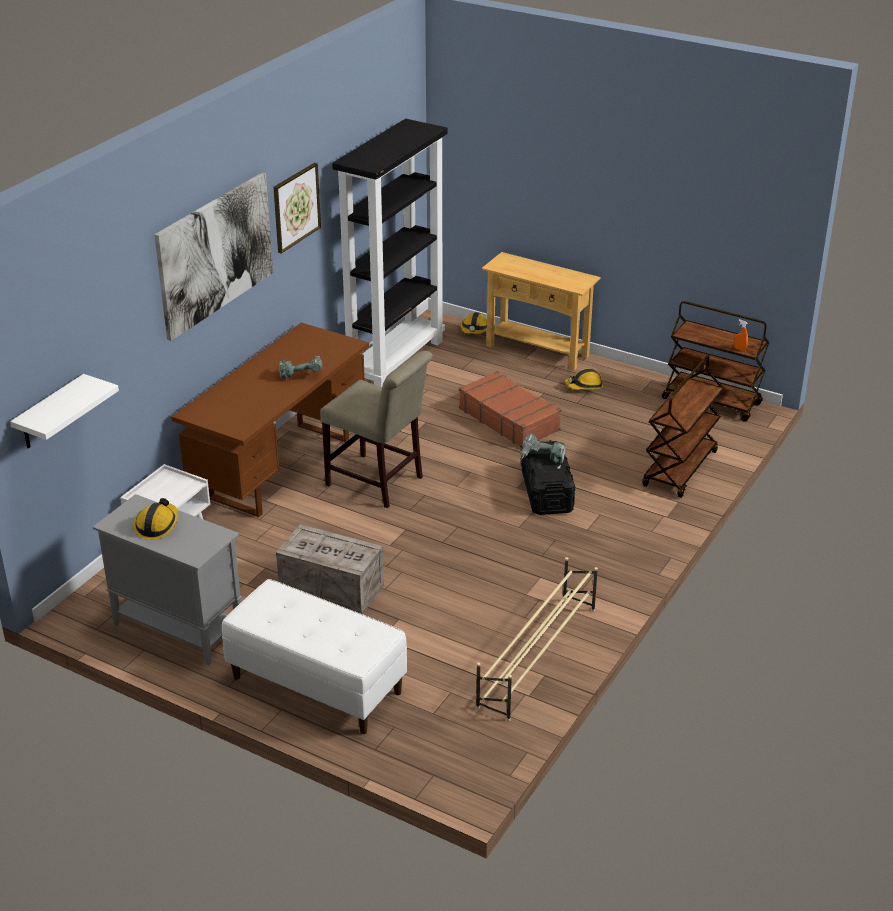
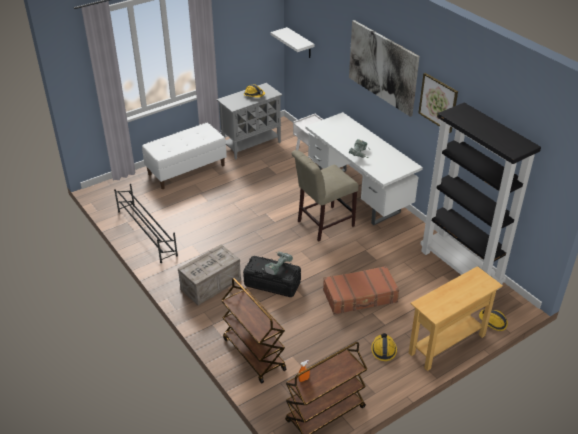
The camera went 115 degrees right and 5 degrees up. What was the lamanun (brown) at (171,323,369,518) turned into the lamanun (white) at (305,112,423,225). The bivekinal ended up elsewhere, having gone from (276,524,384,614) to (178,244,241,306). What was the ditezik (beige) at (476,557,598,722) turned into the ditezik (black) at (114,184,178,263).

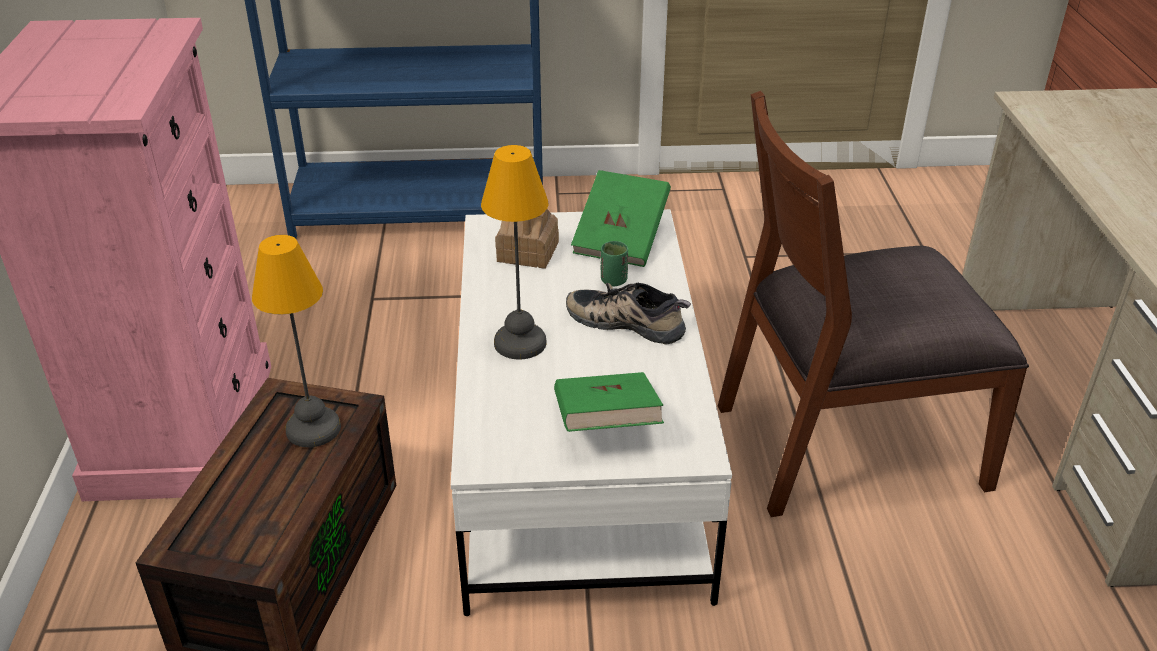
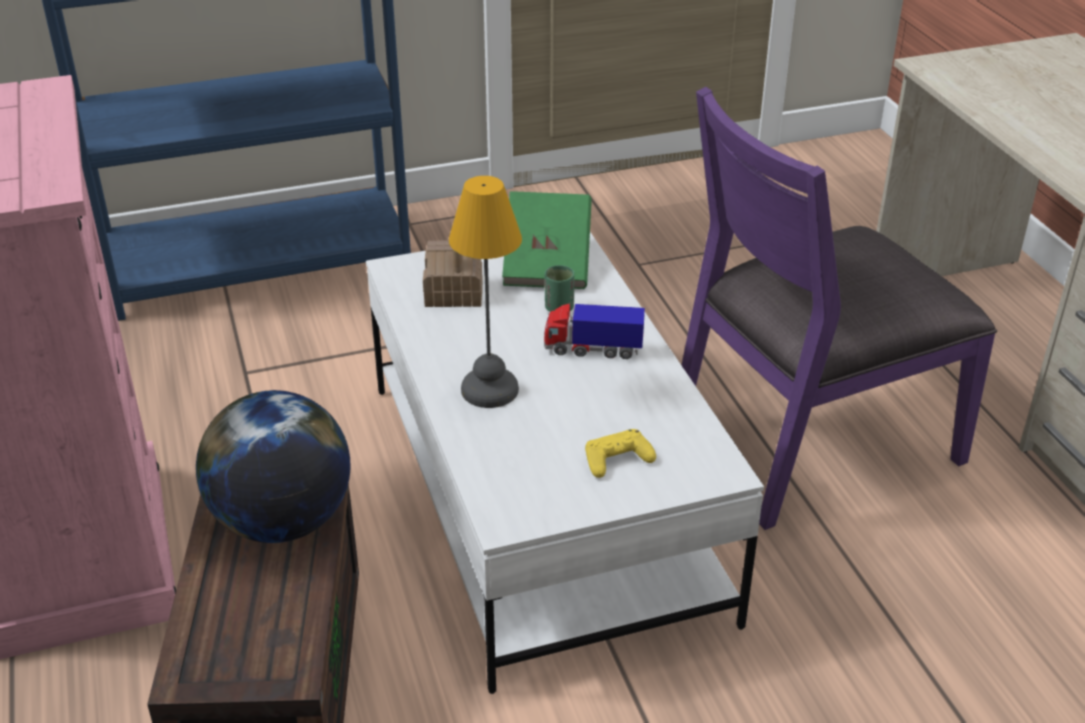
The camera went 15 degrees left and 0 degrees up. What was the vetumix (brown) at (718,91,1029,517) turned into the vetumix (purple) at (682,87,997,530). Where the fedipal stood at (252,235,341,447), the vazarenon came to stand at (196,390,351,543). Where the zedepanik stood at (566,282,691,344), the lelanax came to stand at (544,303,645,359). Where the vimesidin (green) stood at (554,372,664,432), the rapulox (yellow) came to stand at (585,429,656,478).

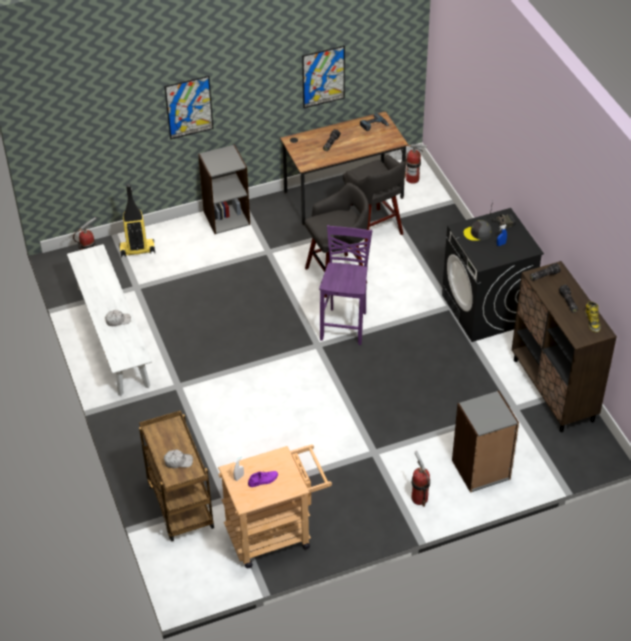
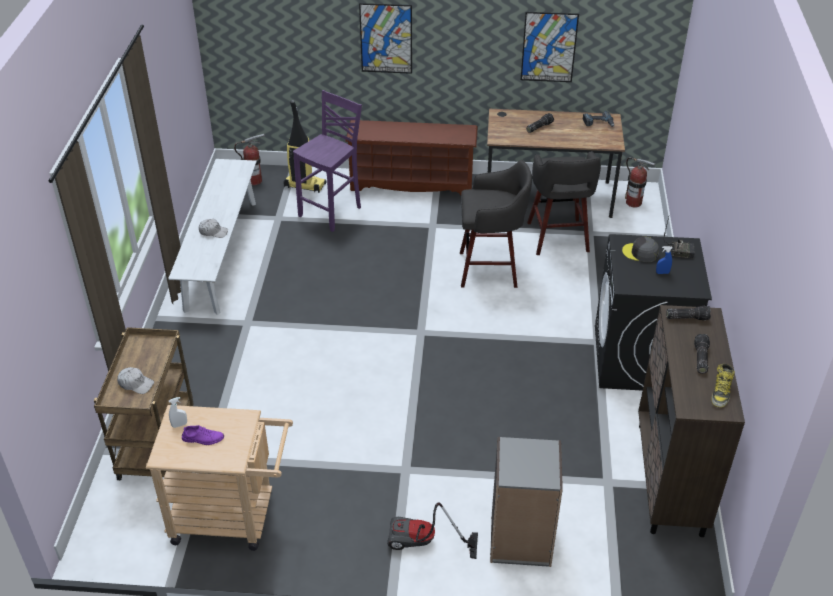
The camera went 25 degrees right and 5 degrees down. Where the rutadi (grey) stood at (198,145,250,234), the ditezik (brown) came to stand at (345,120,478,195). The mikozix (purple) ended up elsewhere, having gone from (319,225,373,345) to (293,90,362,232). Where the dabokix stood at (412,451,430,507), the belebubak came to stand at (387,502,478,559).

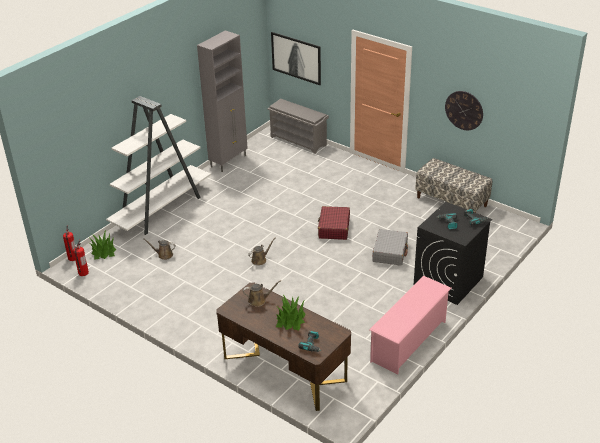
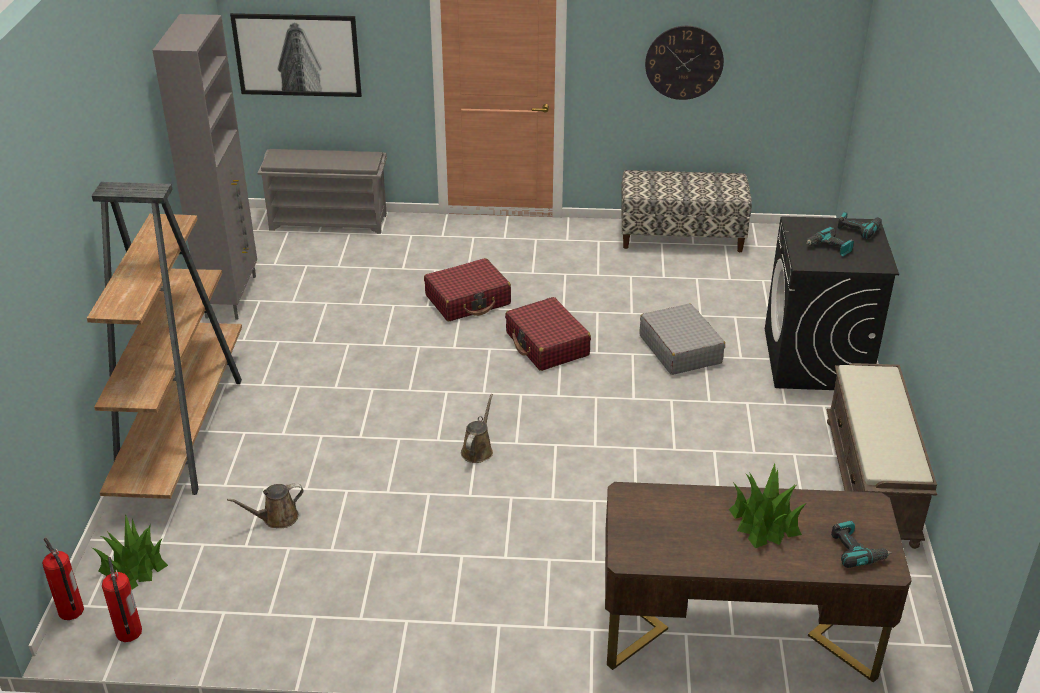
The camera went 35 degrees left and 0 degrees up. What was the rutadi (white) at (106,96,211,235) turned into the rutadi (brown) at (87,182,242,499). Where the ditezik (pink) stood at (369,276,452,375), the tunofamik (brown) came to stand at (827,363,937,549). The second view lost the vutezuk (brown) at (243,280,281,307). The second view gained the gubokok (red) at (424,258,511,321).

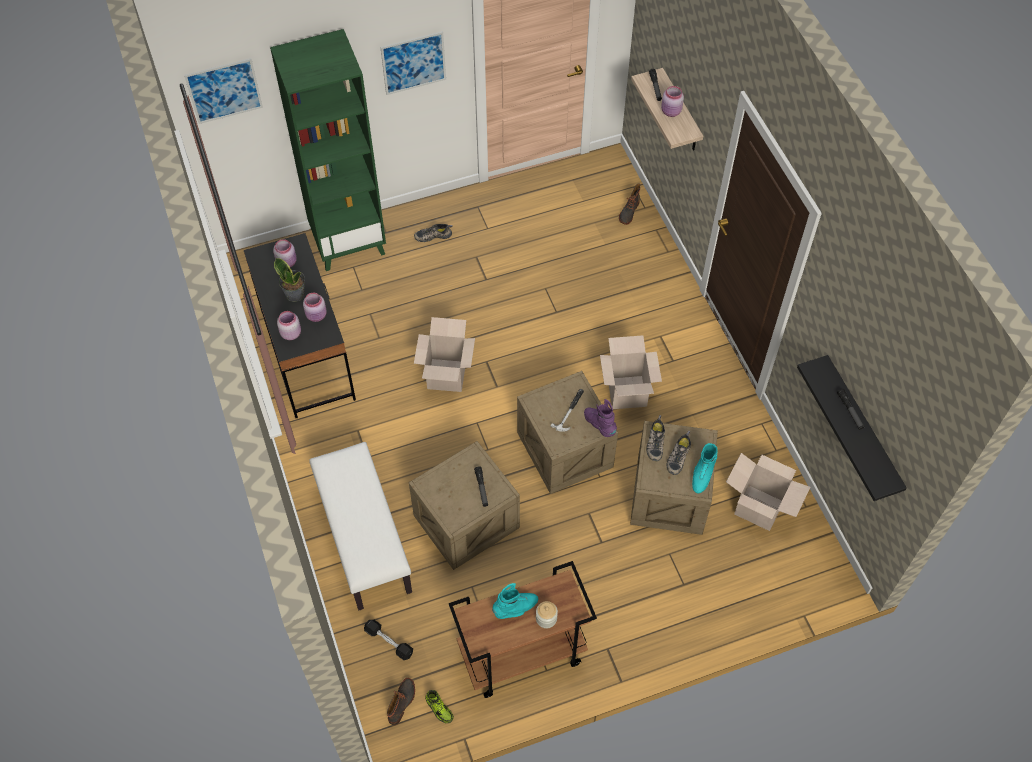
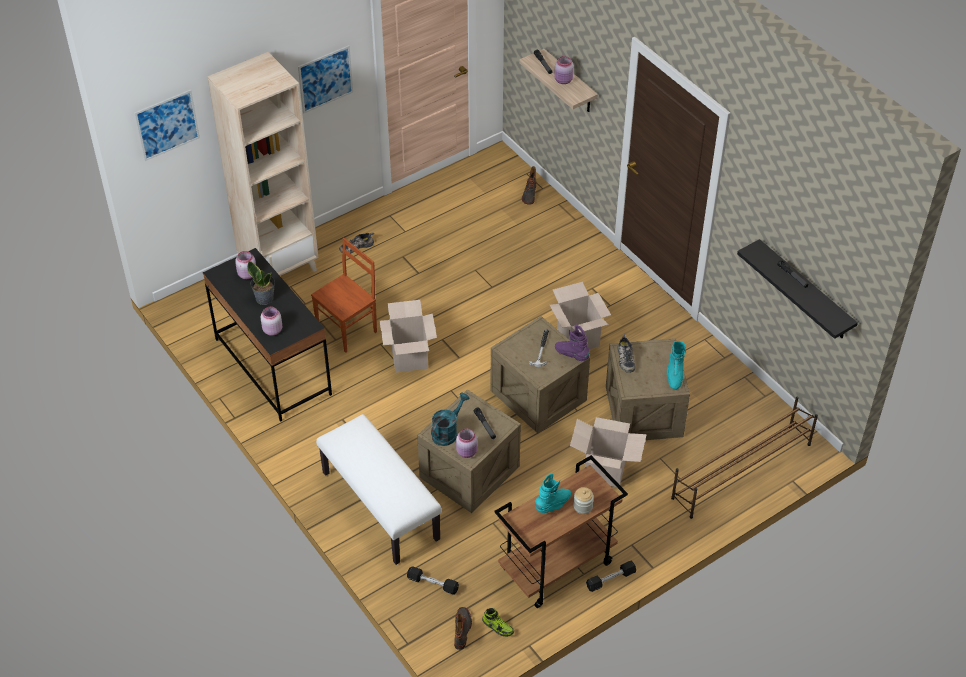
The camera went 15 degrees left and 10 degrees down. What was the rutadi (green) at (270,29,386,271) turned into the rutadi (beige) at (208,52,318,276). The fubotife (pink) ended up elsewhere, having gone from (303,293,327,322) to (456,429,477,458). The second view lost the zedepanik at (667,431,691,475). The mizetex ended up elsewhere, having gone from (726,453,811,531) to (570,417,647,487). The second view gained the vetumix (brown) at (311,238,377,353). The second view gained the vutezuk (turquoise) at (431,392,470,446). The second view gained the ditezik (brown) at (671,397,818,519). The second view gained the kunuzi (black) at (586,561,636,592).

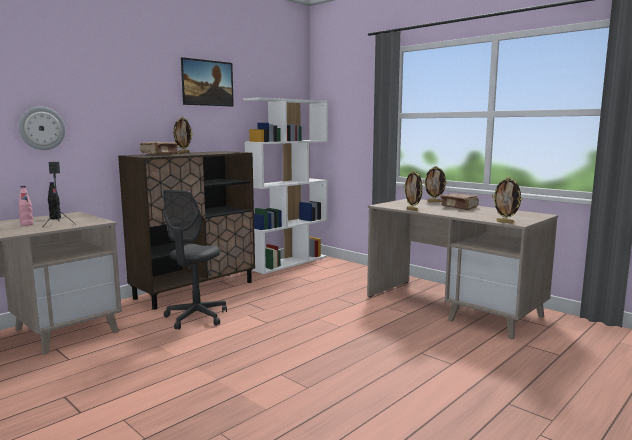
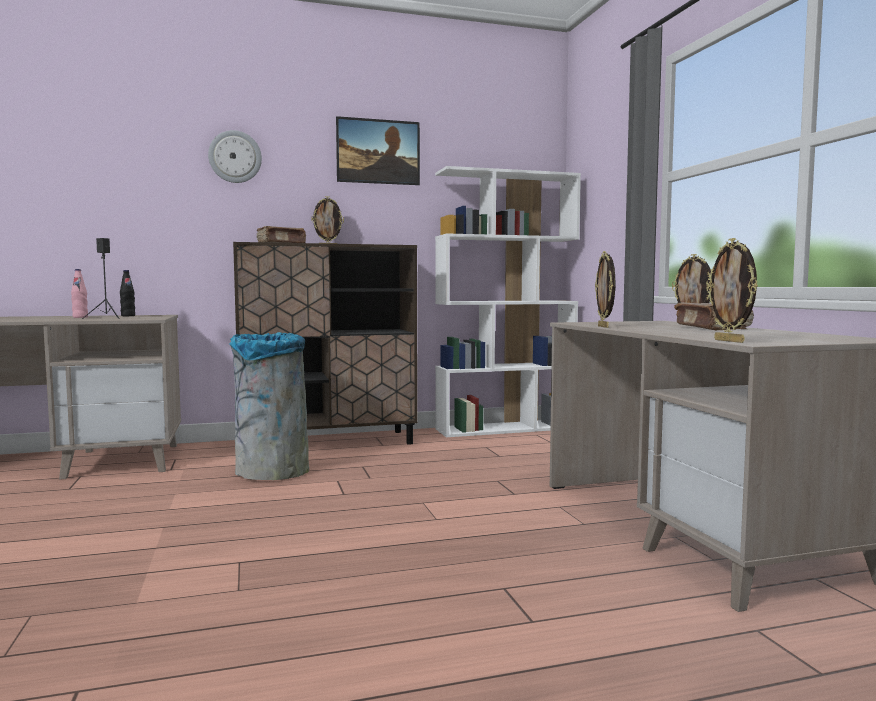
The camera went 30 degrees right and 5 degrees down. The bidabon ended up elsewhere, having gone from (19,107,65,150) to (208,130,262,183). Where the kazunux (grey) stood at (163,190,227,330), the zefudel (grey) came to stand at (229,332,309,480).

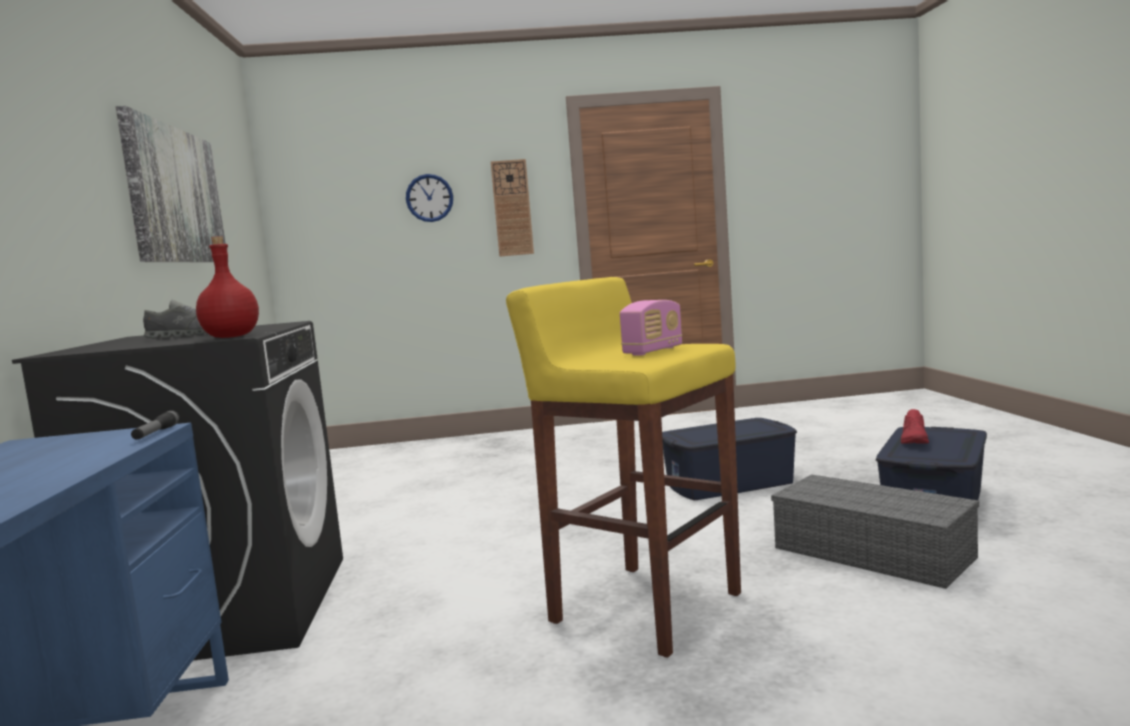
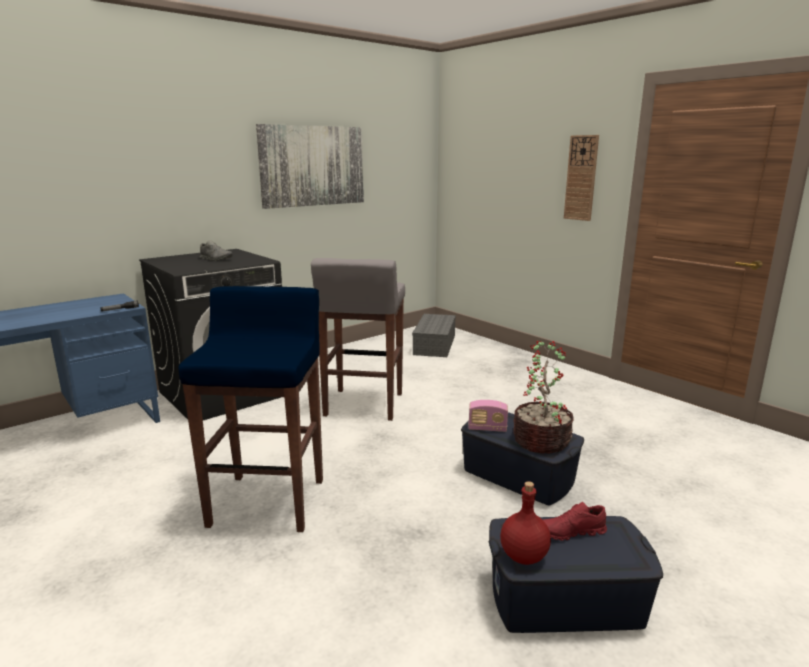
The camera went 55 degrees right and 10 degrees up. The second view lost the bidabon at (406,174,453,222). The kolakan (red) ended up elsewhere, having gone from (196,236,259,338) to (500,481,551,565). What was the mikozix (yellow) at (506,277,741,658) turned into the mikozix (blue) at (179,286,323,532). The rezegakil ended up elsewhere, having gone from (620,300,682,356) to (468,400,508,432). The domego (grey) ended up elsewhere, having gone from (771,474,979,589) to (412,314,456,357). The second view gained the mikozix (grey) at (311,258,405,421). The second view gained the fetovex at (513,341,574,454).

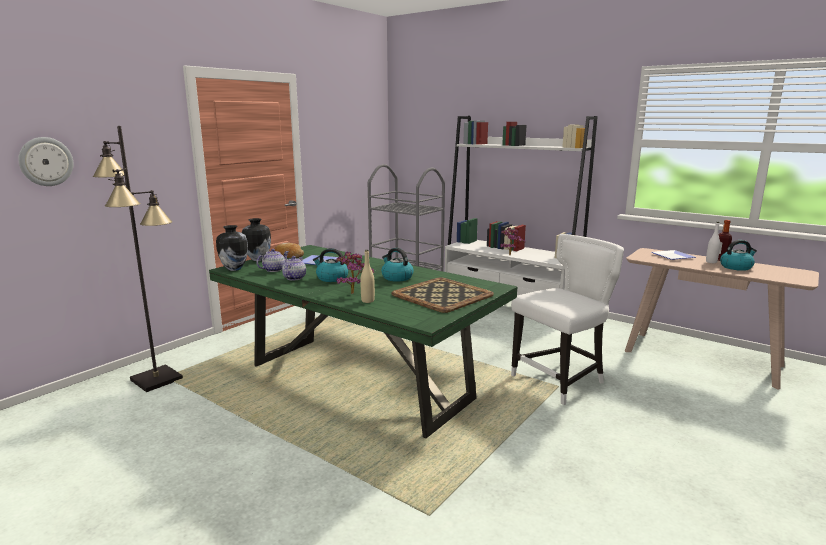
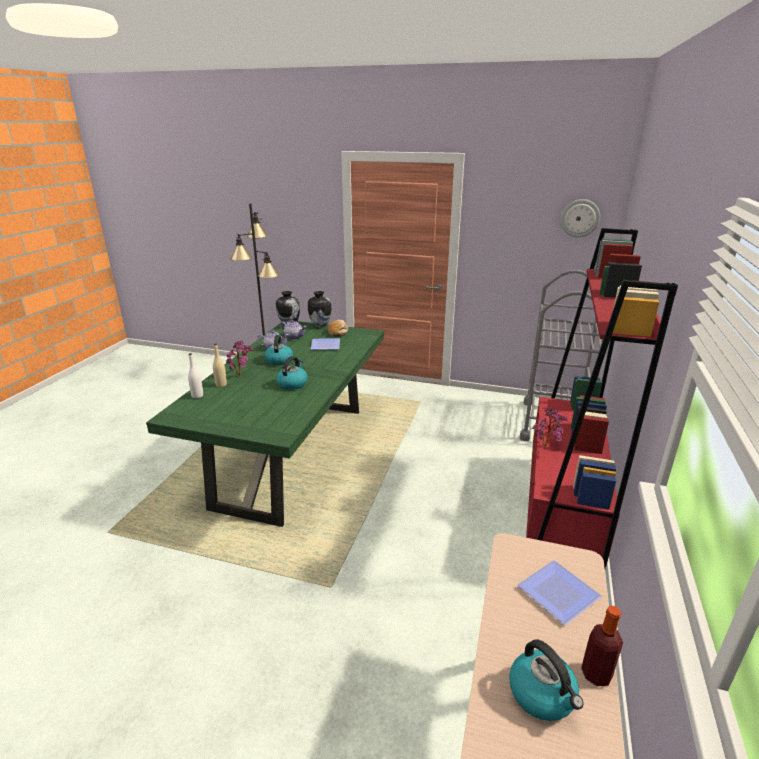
The camera went 70 degrees right and 10 degrees up. What was the rutadi (white) at (445,116,597,295) turned into the rutadi (red) at (526,228,678,568). The bidabon ended up elsewhere, having gone from (18,137,74,186) to (560,199,600,237). The kolakan (white) ended up elsewhere, having gone from (706,222,720,263) to (188,353,203,398). The second view lost the vetumix (white) at (511,234,624,405). The second view lost the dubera at (391,277,494,313).

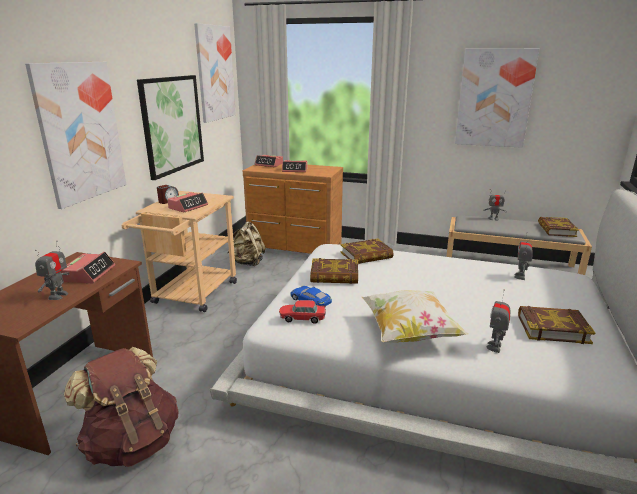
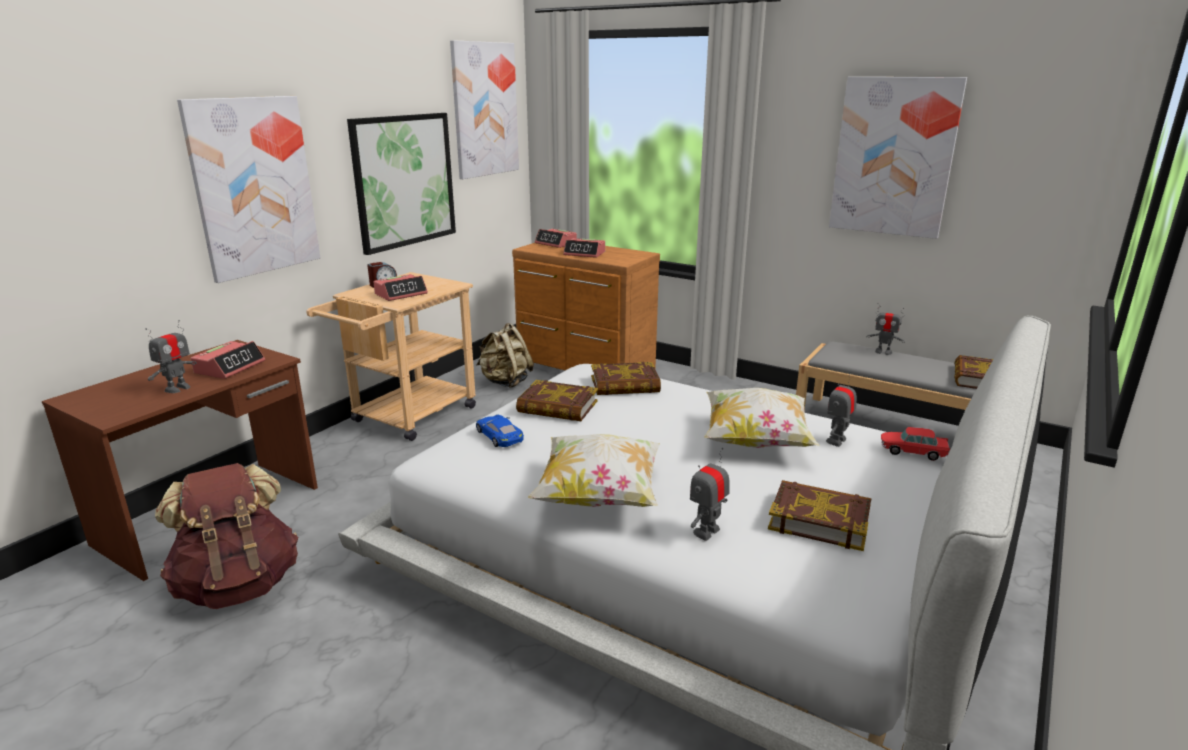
The camera went 15 degrees right and 0 degrees up. The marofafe ended up elsewhere, having gone from (279,300,326,324) to (881,427,950,461). The second view gained the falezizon at (704,388,819,448).

